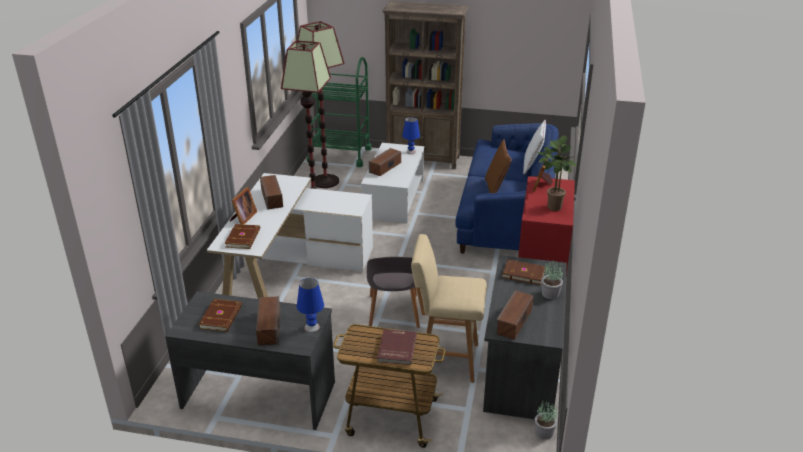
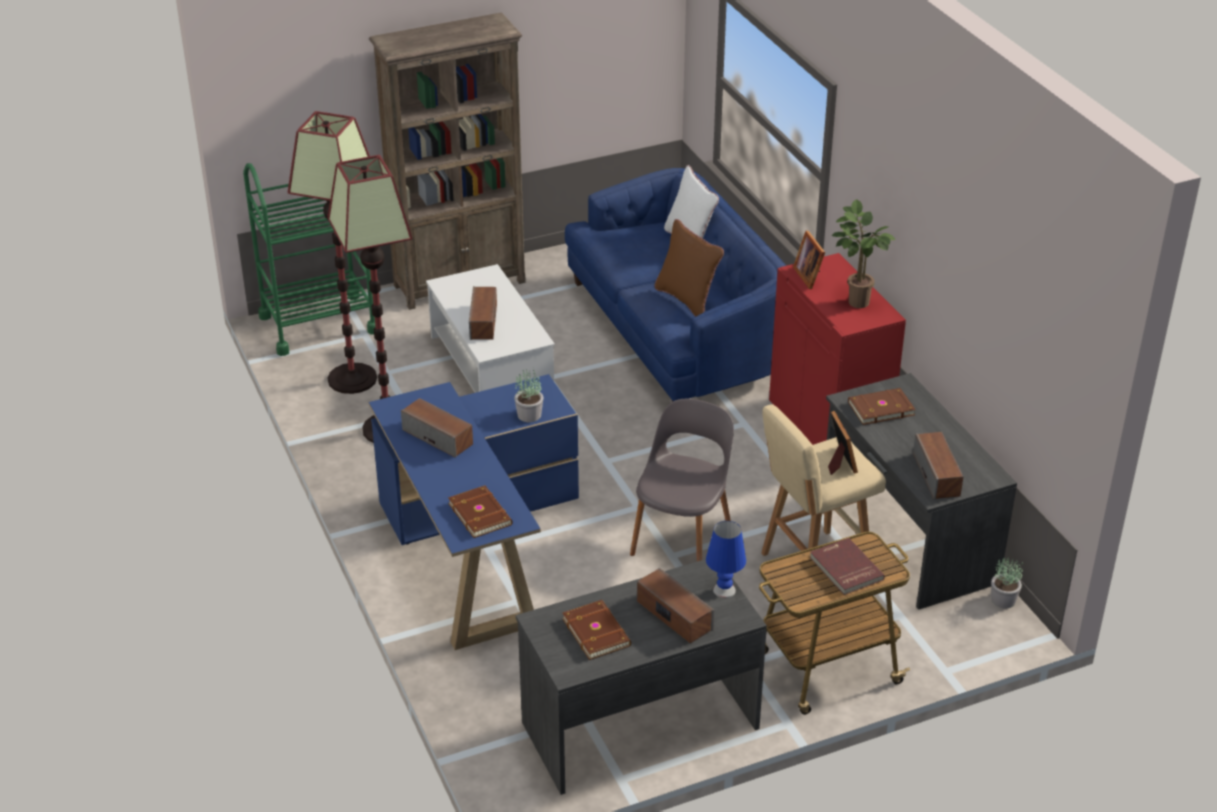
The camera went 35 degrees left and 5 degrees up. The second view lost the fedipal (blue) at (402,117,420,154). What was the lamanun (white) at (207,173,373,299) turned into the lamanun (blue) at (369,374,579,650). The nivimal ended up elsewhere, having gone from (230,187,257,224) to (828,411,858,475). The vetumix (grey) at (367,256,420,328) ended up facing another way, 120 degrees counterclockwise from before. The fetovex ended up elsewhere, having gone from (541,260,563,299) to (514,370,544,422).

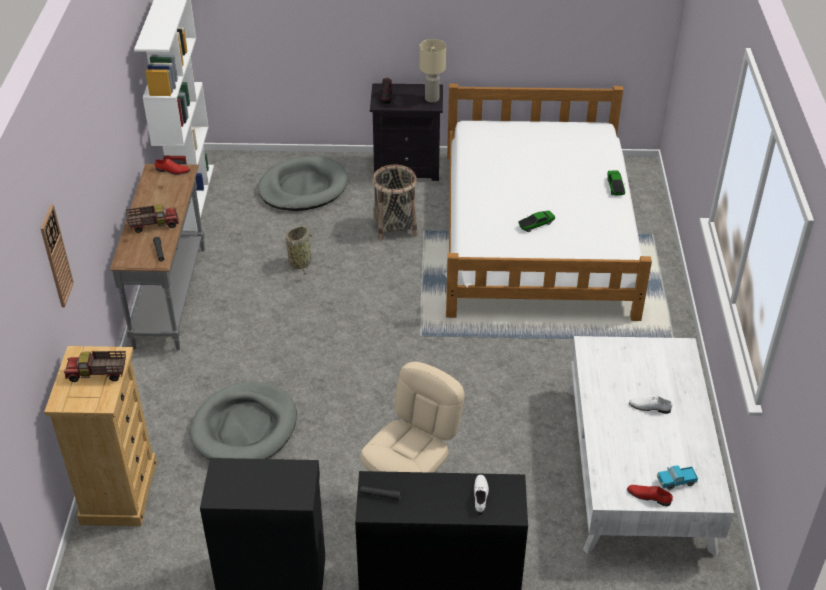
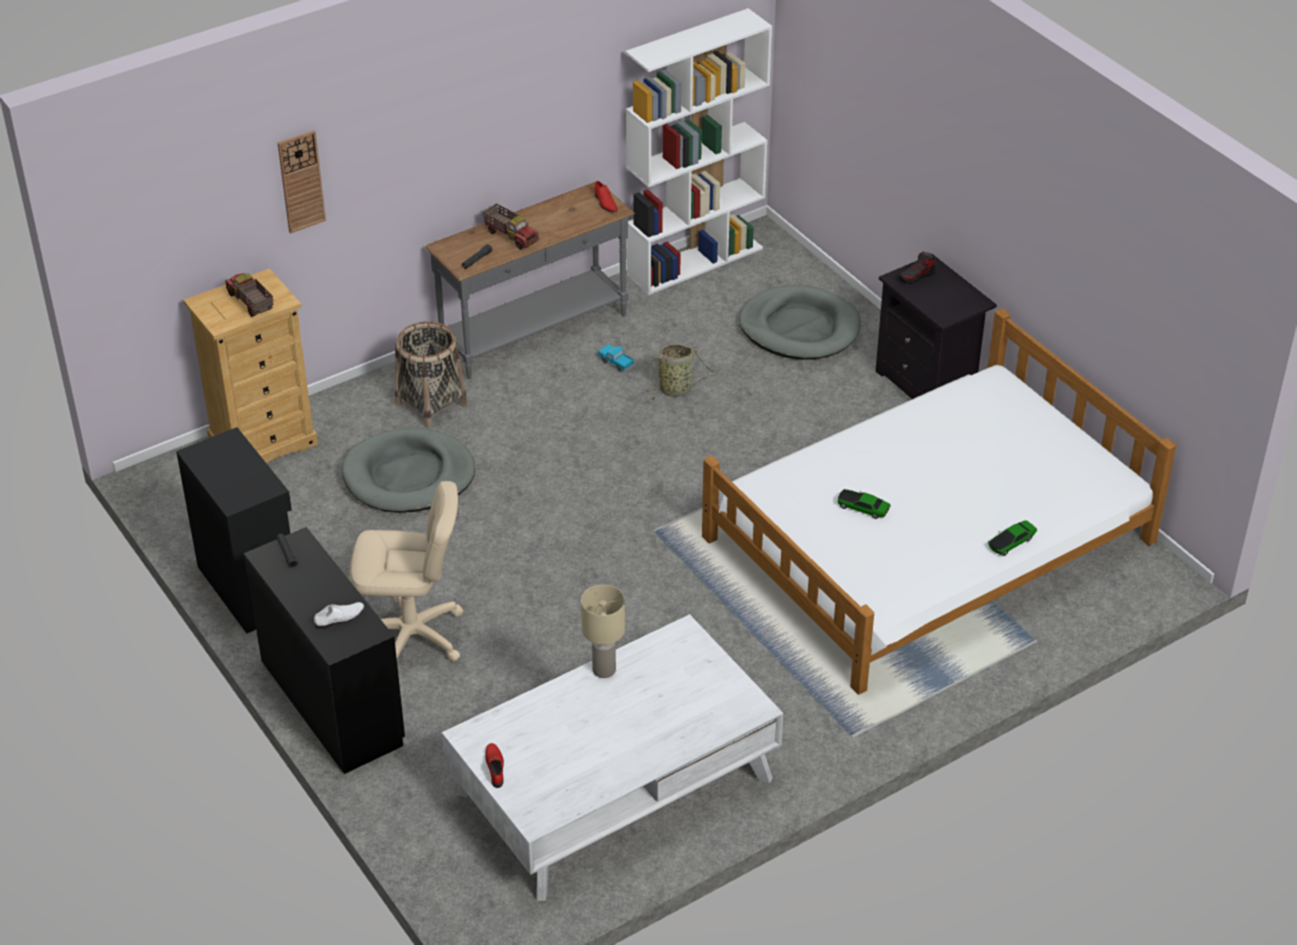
The camera went 55 degrees right and 0 degrees up. The fedipal (beige) ended up elsewhere, having gone from (419,39,446,103) to (581,585,625,678). The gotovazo ended up elsewhere, having gone from (372,165,417,241) to (395,321,468,428). The second view lost the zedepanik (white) at (629,396,672,414). The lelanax ended up elsewhere, having gone from (657,465,698,490) to (598,344,634,372).

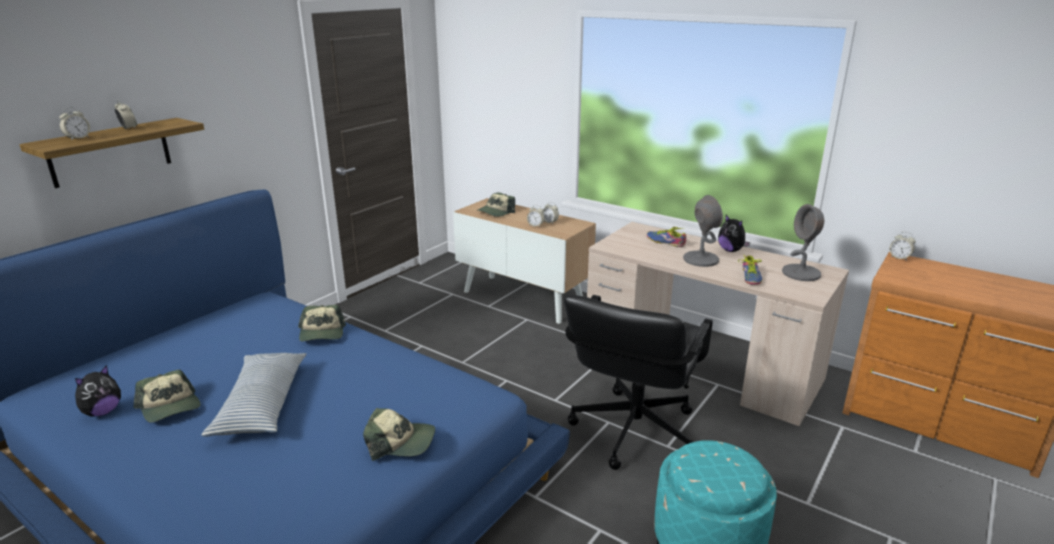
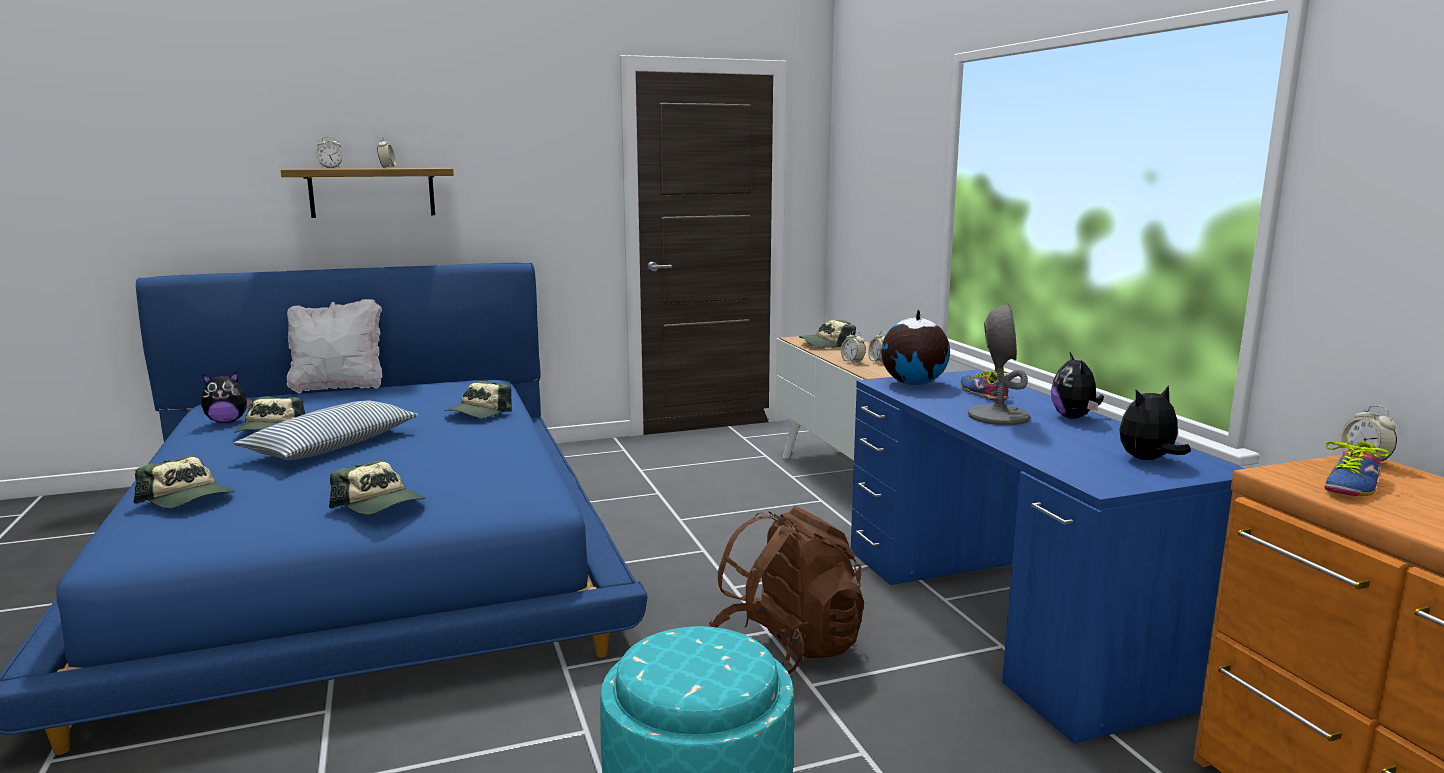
The camera went 35 degrees right and 10 degrees down. Where the fedipal (grey) stood at (782,204,824,281), the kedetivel came to stand at (1119,386,1191,460). What was the lamanun (beige) at (587,222,849,426) turned into the lamanun (blue) at (851,370,1246,744). The zedepanik ended up elsewhere, having gone from (738,254,762,285) to (1324,434,1389,496). Where the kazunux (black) stood at (564,295,713,470), the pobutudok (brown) came to stand at (709,506,864,674). The second view gained the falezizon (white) at (286,299,382,394). The second view gained the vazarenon at (881,309,950,385). The second view gained the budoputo at (134,455,234,509).

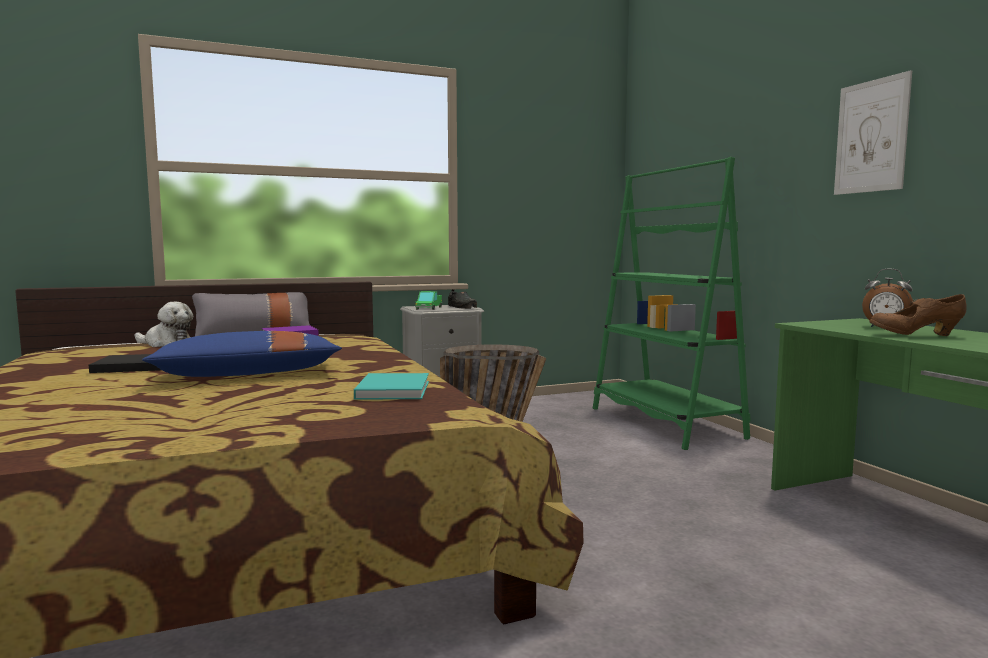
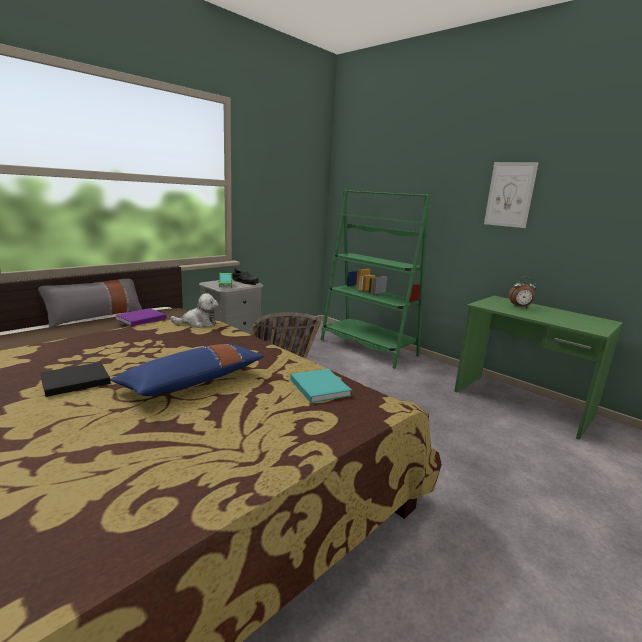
The camera went 25 degrees left and 10 degrees up. The second view lost the zedepanik (brown) at (869,294,967,336). The kedetivel ended up elsewhere, having gone from (135,302,193,347) to (170,293,218,328).

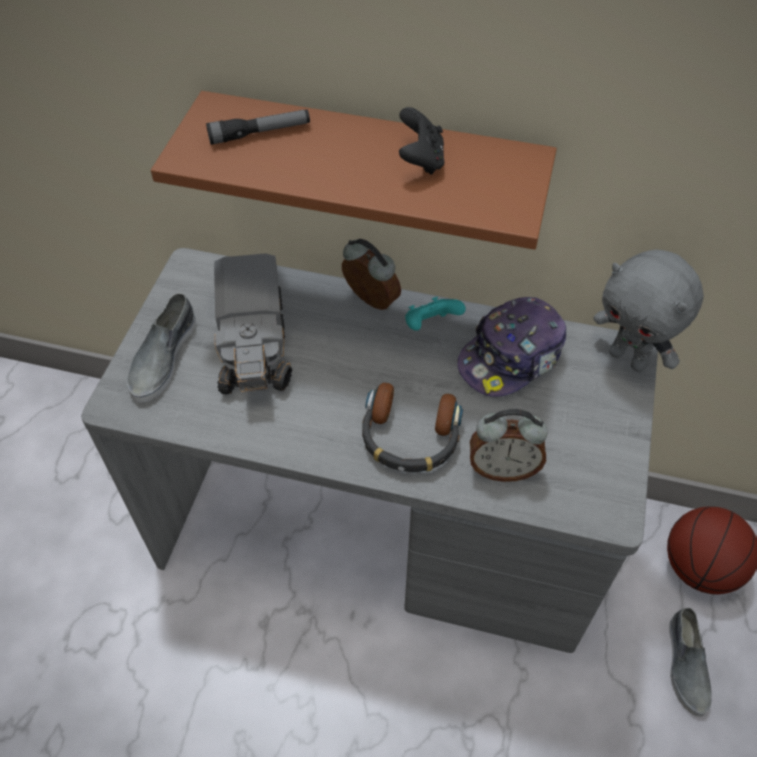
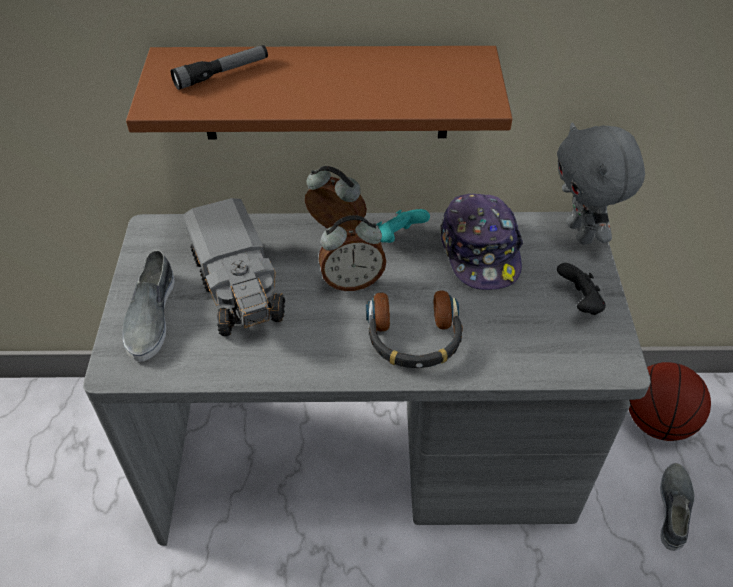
The camera went 15 degrees left and 5 degrees down. The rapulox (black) ended up elsewhere, having gone from (399,107,445,175) to (557,263,606,315). The kedetivel (grey) at (593,249,704,372) ended up facing another way, 45 degrees clockwise from before. The budoputo at (457,297,566,397) ended up facing another way, 45 degrees counterclockwise from before. The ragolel ended up elsewhere, having gone from (470,409,547,482) to (319,215,386,291). The zedepanik (grey) at (669,608,712,717) ended up facing another way, 150 degrees counterclockwise from before.

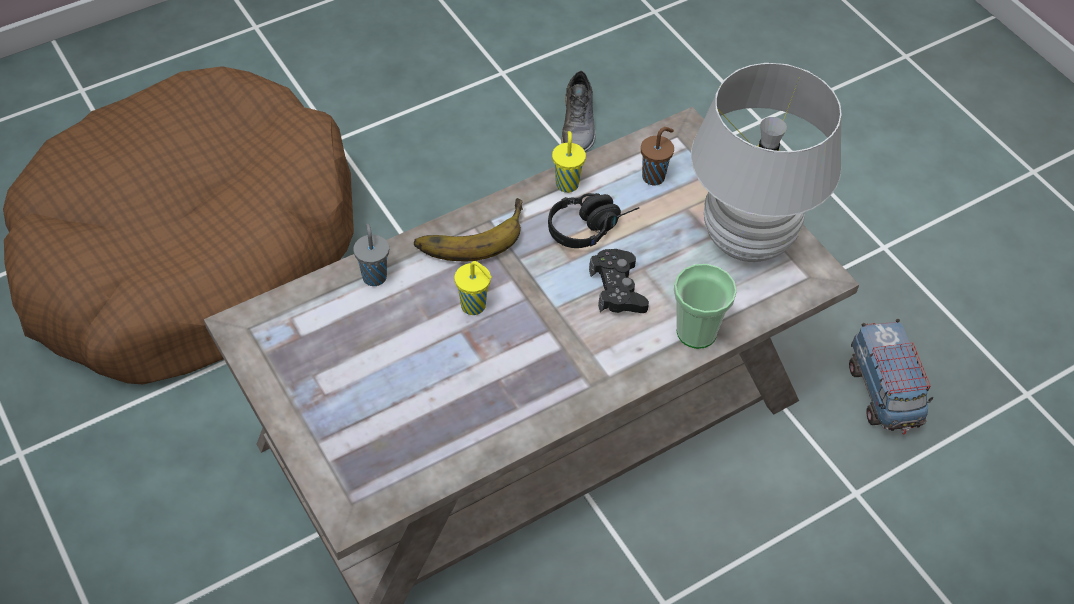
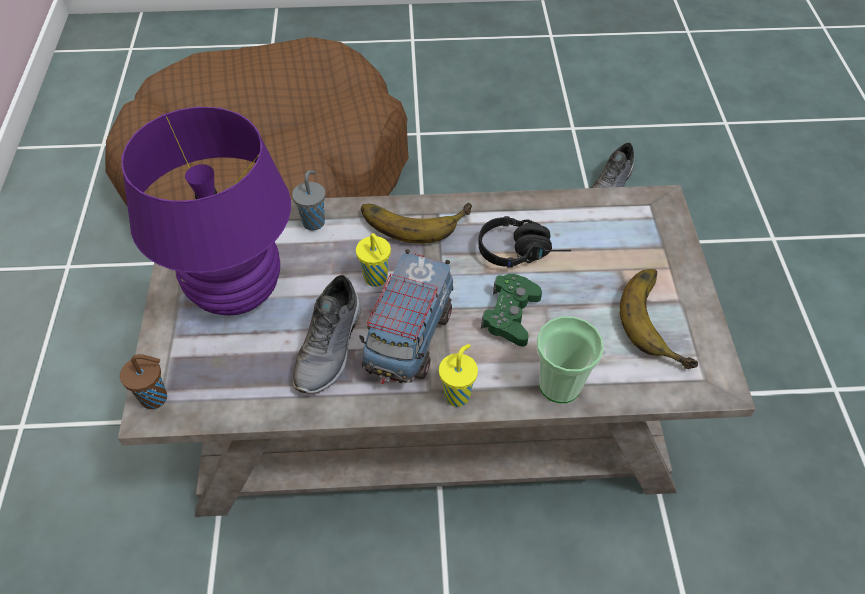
The camera went 30 degrees right and 0 degrees up. Where the fedipal (white) stood at (691,63,842,262), the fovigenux came to stand at (620,269,698,369). The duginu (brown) ended up elsewhere, having gone from (641,127,674,185) to (120,354,167,409). The duginu (yellow) ended up elsewhere, having gone from (552,131,586,193) to (439,344,478,407). What was the rapulox (black) at (589,249,649,313) turned into the rapulox (green) at (481,274,542,346). The lelanax ended up elsewhere, having gone from (849,319,933,434) to (359,249,453,384). The second view gained the fedipal (purple) at (121,107,291,315). The second view gained the zedepanik (grey) at (293,275,361,394).

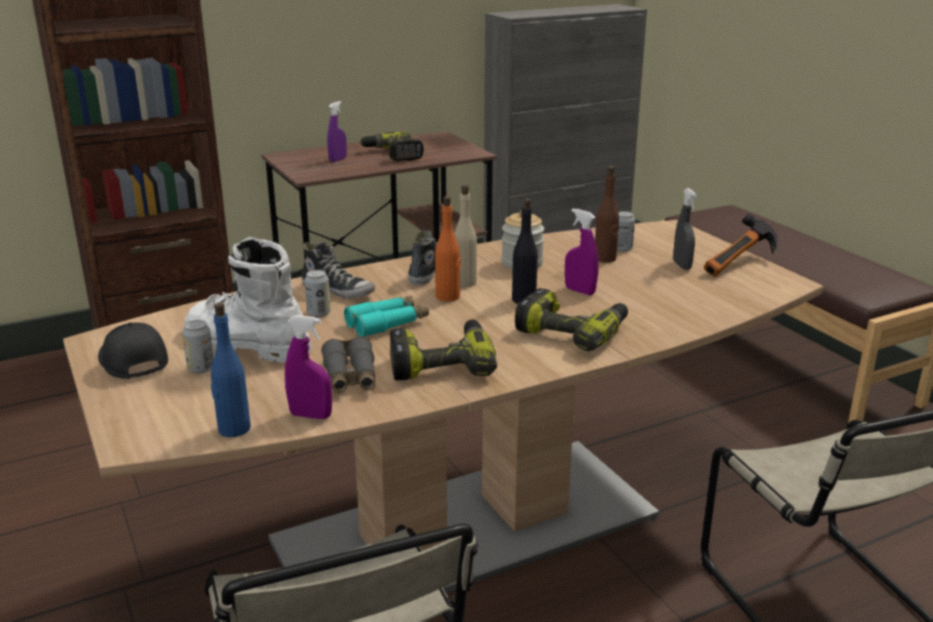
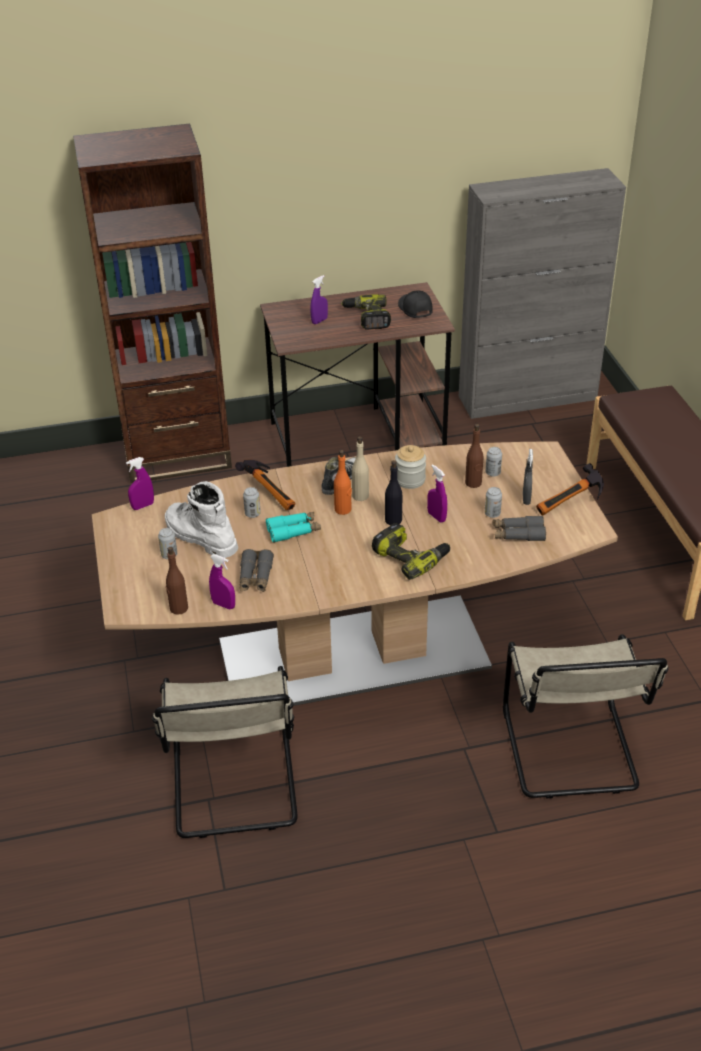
The camera went 15 degrees right and 15 degrees up. Where the zedepanik stood at (302,241,375,299), the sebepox came to stand at (235,459,295,510). What was the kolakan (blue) at (211,302,251,437) turned into the kolakan (brown) at (166,547,188,615). The second view lost the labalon at (390,320,497,380). The budoputo (black) ended up elsewhere, having gone from (98,322,168,379) to (398,291,433,318). The second view gained the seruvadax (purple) at (126,457,154,510). The second view gained the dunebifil at (485,487,502,518). The second view gained the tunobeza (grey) at (493,516,546,541).

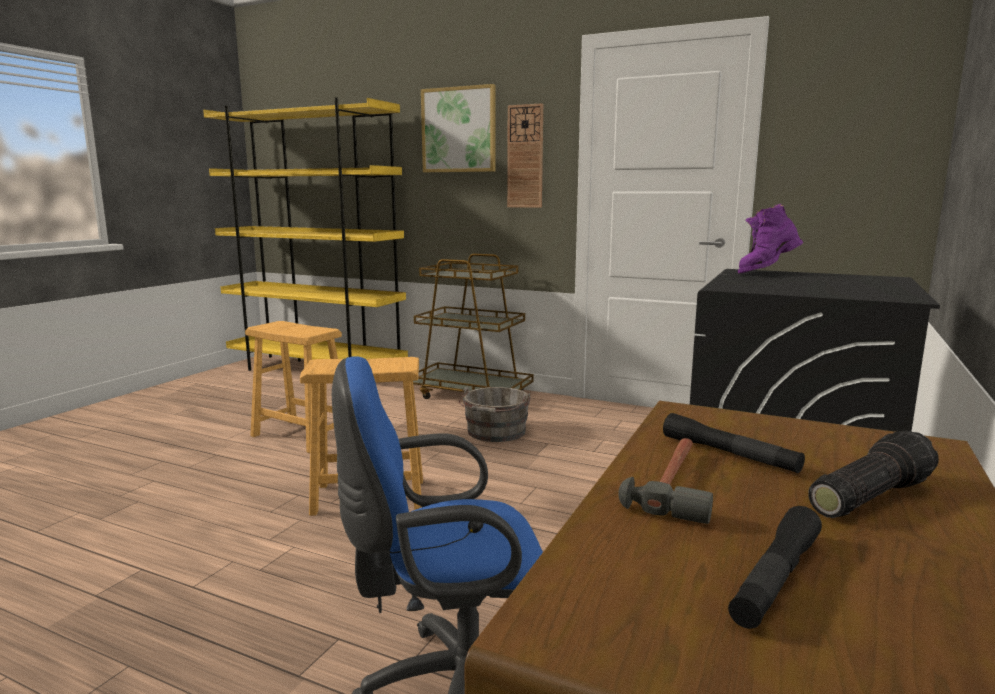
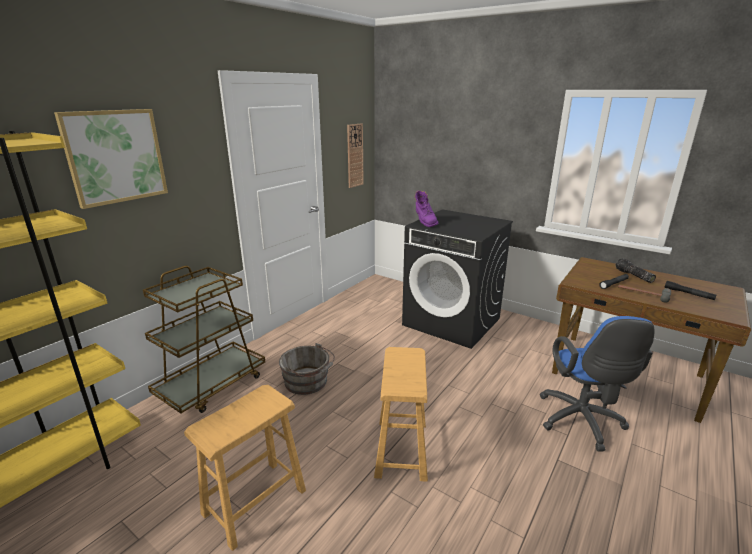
The camera went 80 degrees left and 10 degrees up. The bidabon ended up elsewhere, having gone from (507,103,543,208) to (347,123,364,188).

